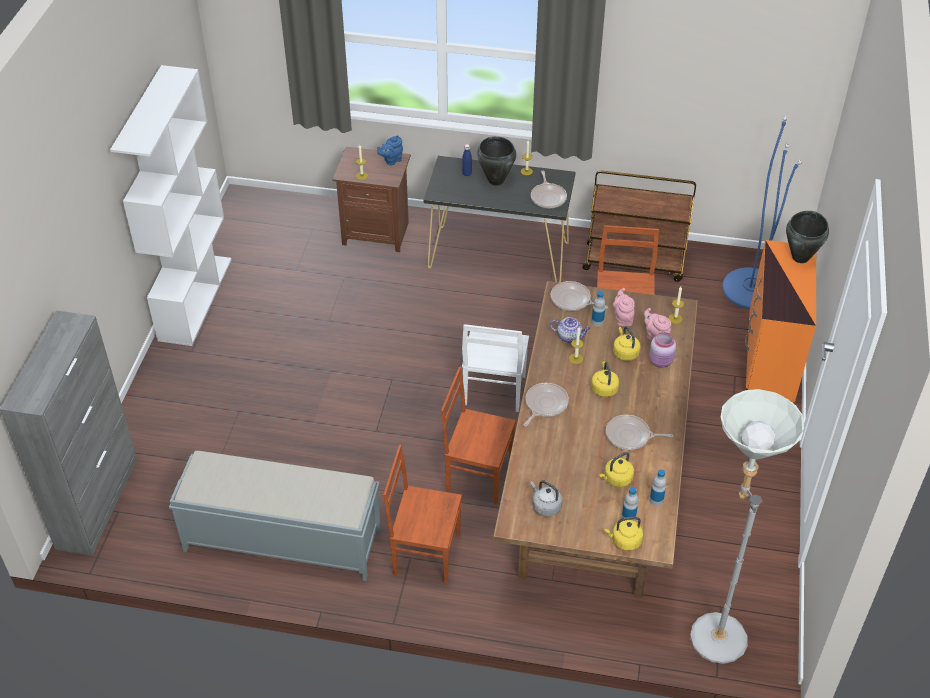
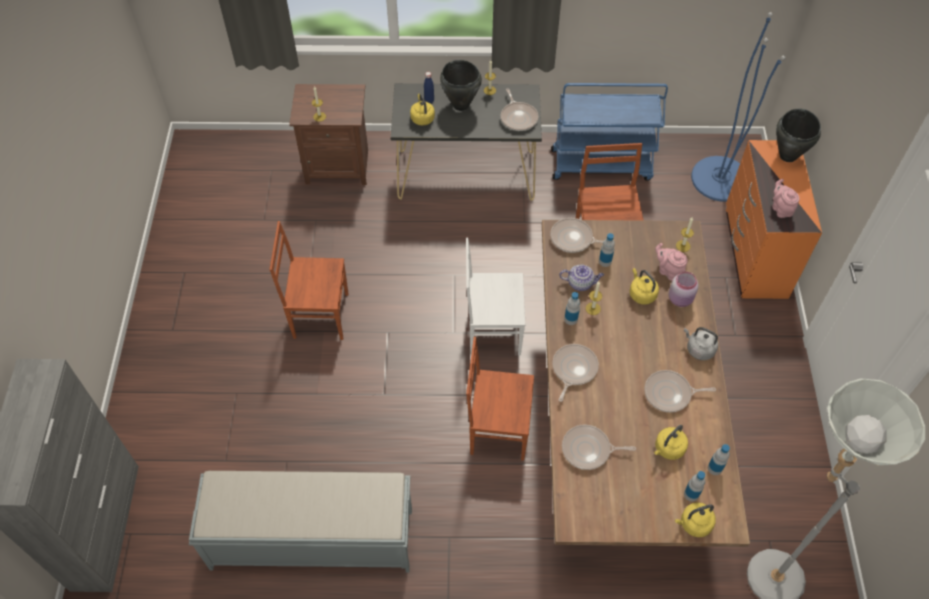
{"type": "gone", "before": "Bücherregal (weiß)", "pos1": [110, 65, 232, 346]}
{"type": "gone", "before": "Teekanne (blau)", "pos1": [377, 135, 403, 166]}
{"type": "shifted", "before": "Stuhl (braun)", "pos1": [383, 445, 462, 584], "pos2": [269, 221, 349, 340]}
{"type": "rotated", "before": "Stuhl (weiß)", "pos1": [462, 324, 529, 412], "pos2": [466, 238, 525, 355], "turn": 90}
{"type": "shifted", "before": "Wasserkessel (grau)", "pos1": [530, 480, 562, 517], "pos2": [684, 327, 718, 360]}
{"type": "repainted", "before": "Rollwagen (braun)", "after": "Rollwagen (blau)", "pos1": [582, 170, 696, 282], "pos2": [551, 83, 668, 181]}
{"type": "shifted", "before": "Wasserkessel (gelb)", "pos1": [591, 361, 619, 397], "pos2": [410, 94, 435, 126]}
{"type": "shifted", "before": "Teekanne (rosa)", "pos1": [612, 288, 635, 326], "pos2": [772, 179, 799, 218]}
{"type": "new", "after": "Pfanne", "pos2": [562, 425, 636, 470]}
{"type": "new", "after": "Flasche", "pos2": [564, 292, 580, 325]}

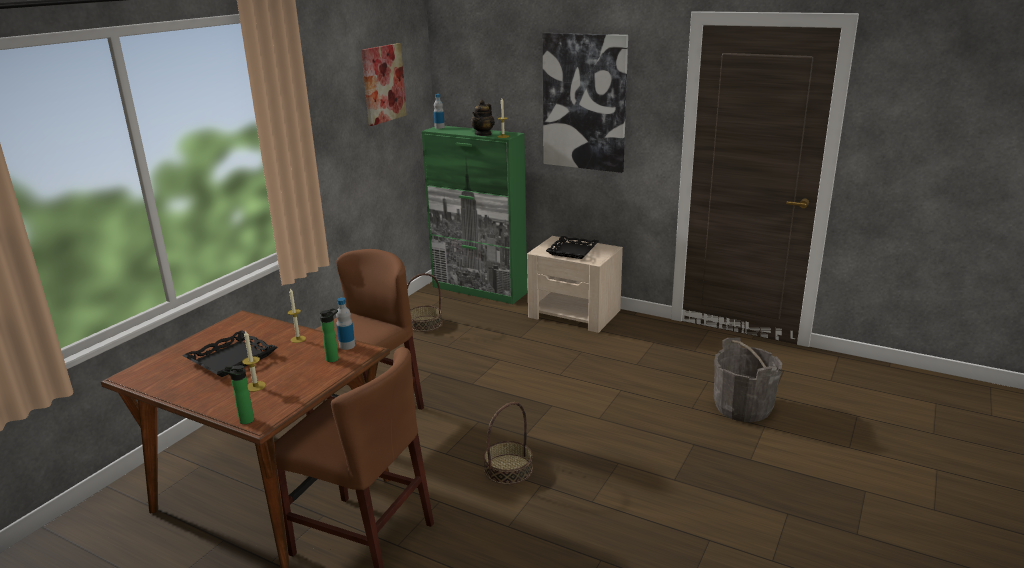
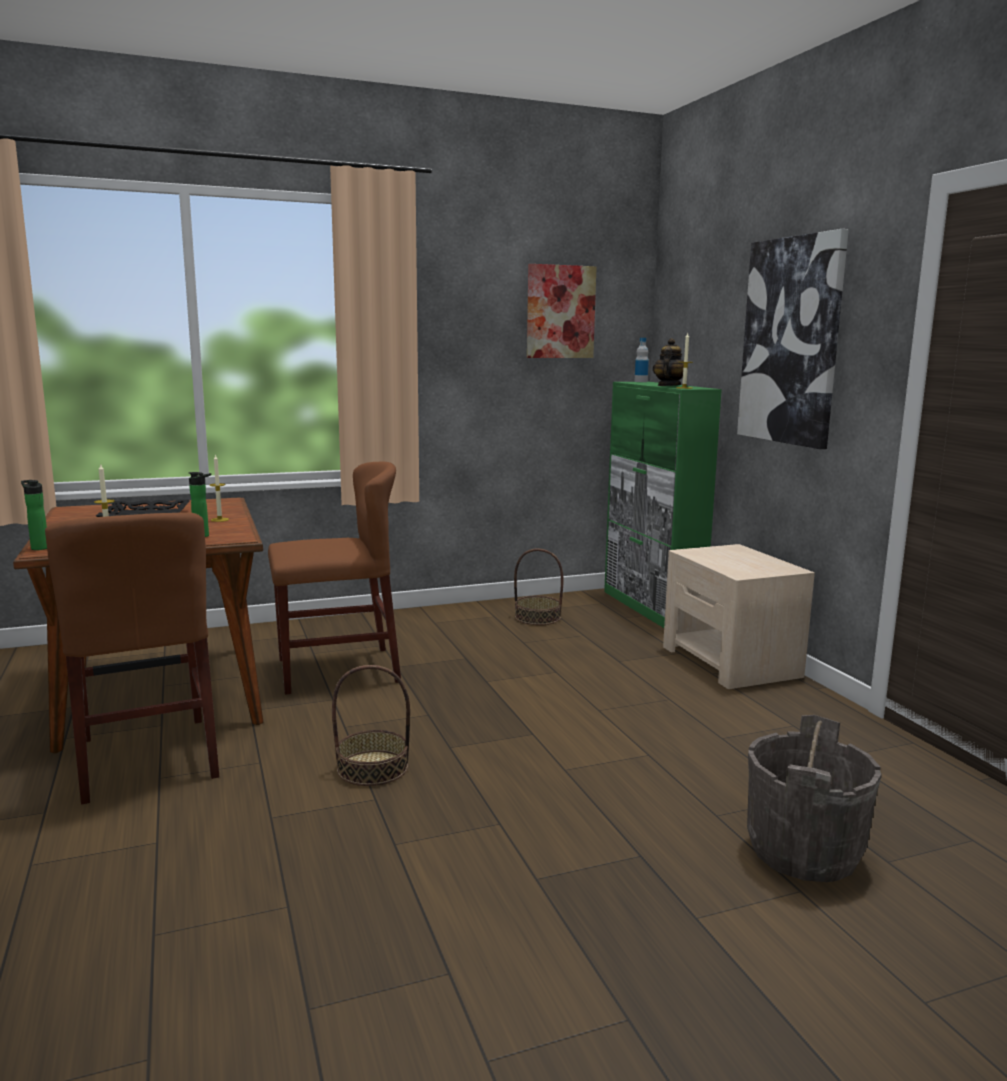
{"type": "gone", "before": "Flasche", "pos1": [336, 297, 355, 350]}
{"type": "rotated", "before": "Teekanne", "pos1": [471, 100, 495, 136], "pos2": [653, 338, 688, 386], "turn": 135}
{"type": "gone", "before": "Tablett (schwarz)", "pos1": [546, 236, 599, 259]}

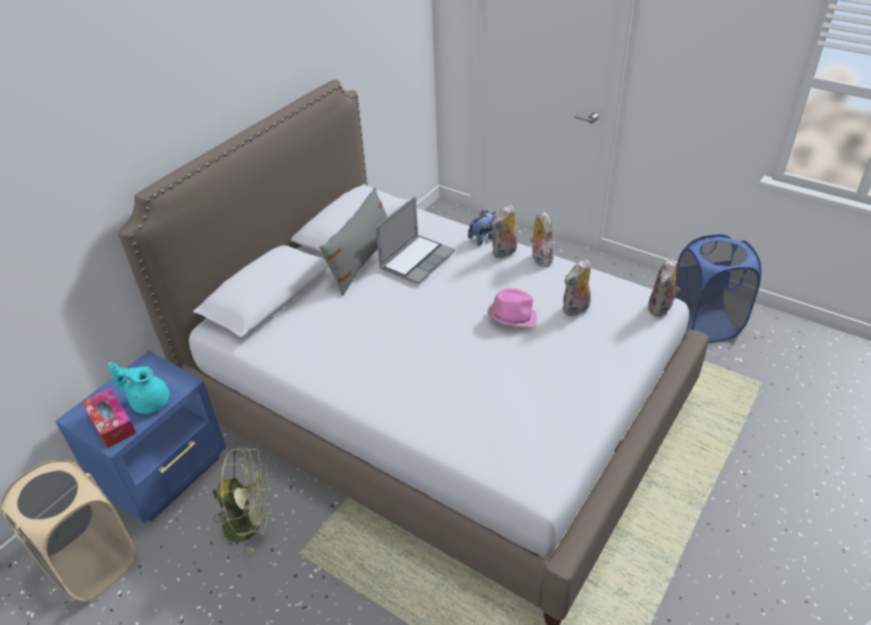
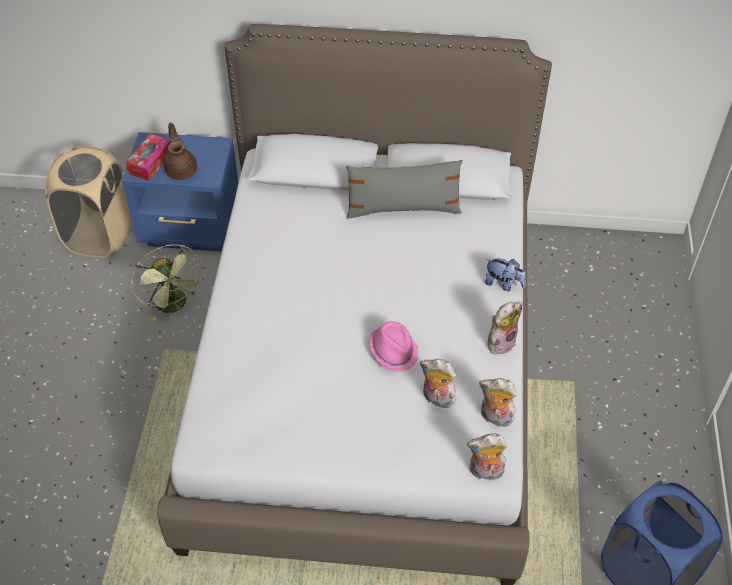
{"type": "repainted", "before": "Teekanne (türkis)", "after": "Teekanne (braun)", "pos1": [108, 362, 169, 414], "pos2": [164, 123, 197, 180]}
{"type": "gone", "before": "Laptop", "pos1": [376, 196, 455, 284]}
{"type": "shifted", "before": "Plüschtier", "pos1": [492, 205, 517, 258], "pos2": [479, 378, 517, 427]}

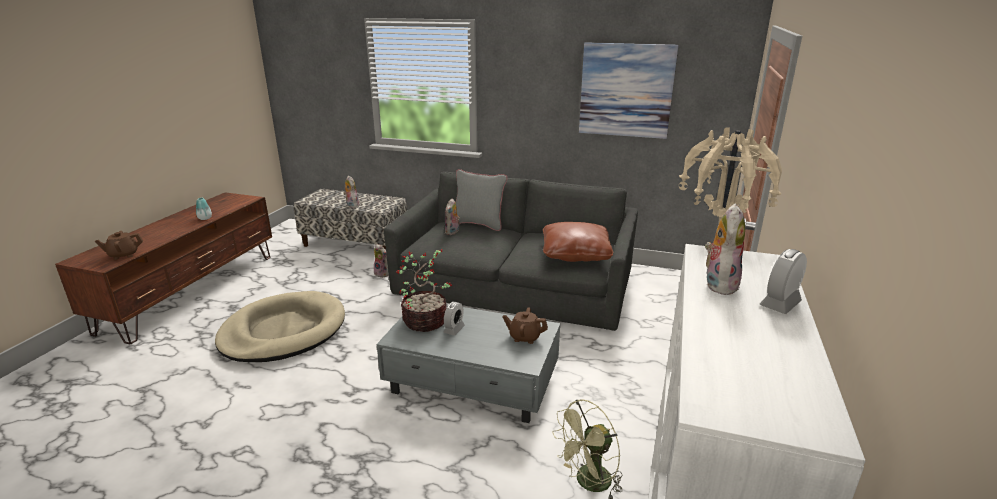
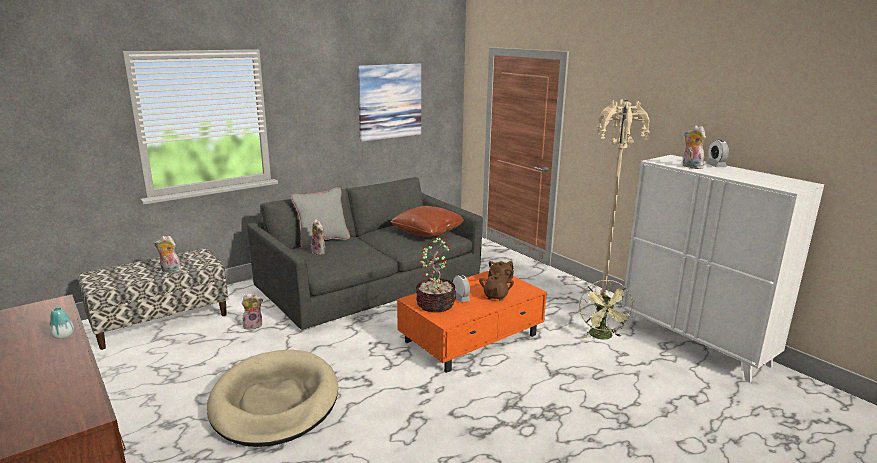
{"type": "shifted", "before": "Teekanne (braun)", "pos1": [95, 231, 143, 260], "pos2": [479, 273, 514, 301]}
{"type": "repainted", "before": "Couchtisch (grau)", "after": "Couchtisch (orange)", "pos1": [377, 304, 560, 423], "pos2": [397, 271, 547, 373]}

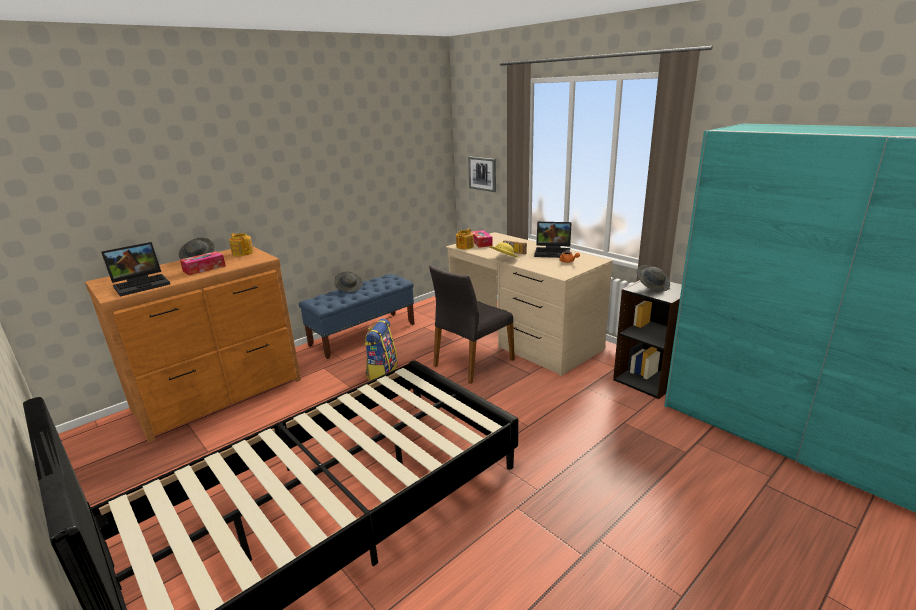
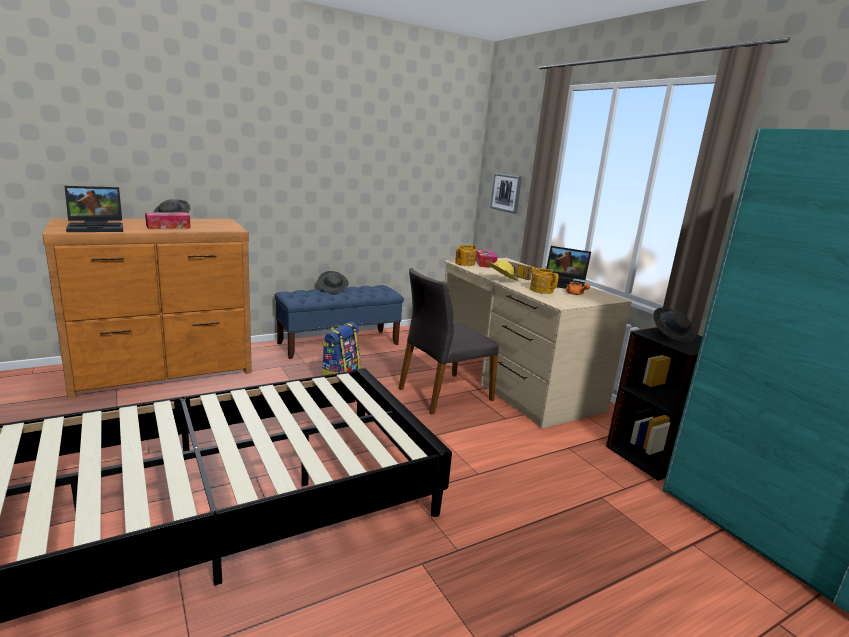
{"type": "shifted", "before": "Teekanne", "pos1": [229, 233, 254, 256], "pos2": [530, 266, 559, 294]}

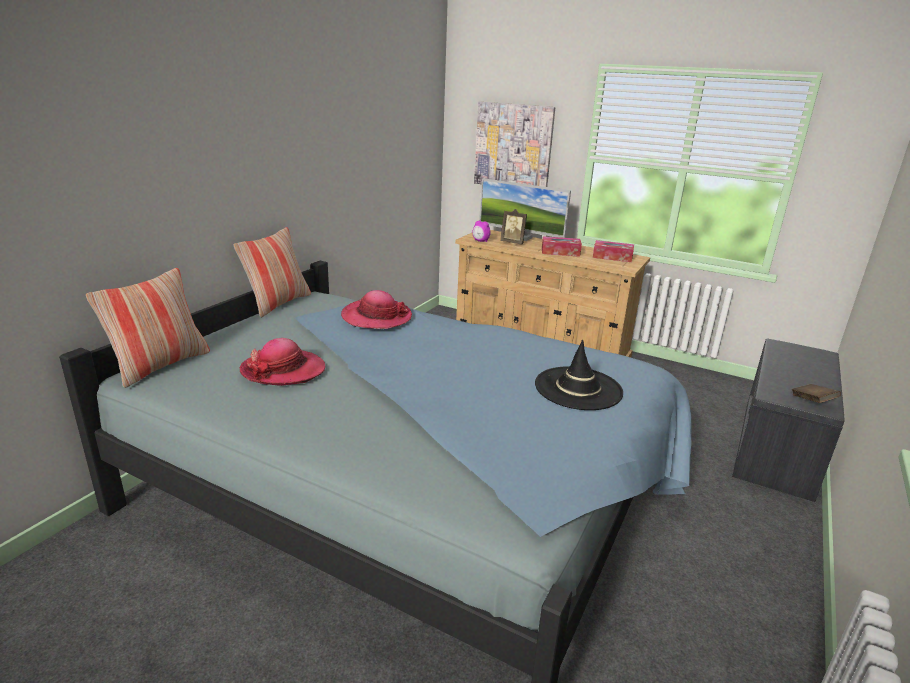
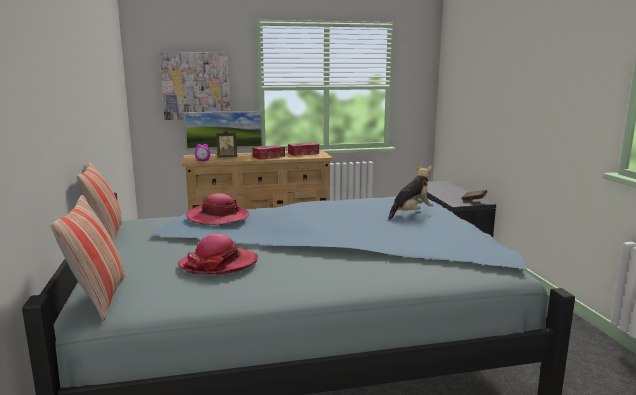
{"type": "swapped", "before": "Hut (schwarz)", "after": "Plüschtier", "pos1": [535, 340, 623, 410], "pos2": [388, 164, 433, 220]}

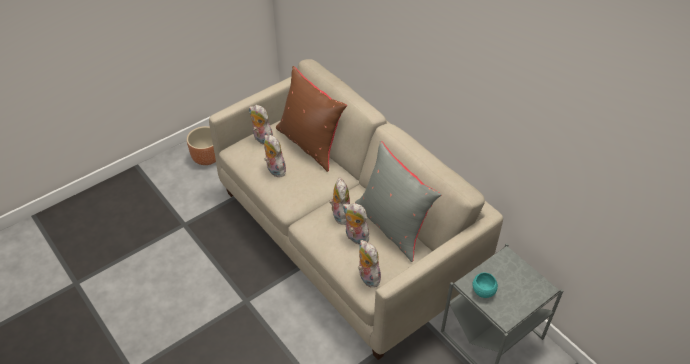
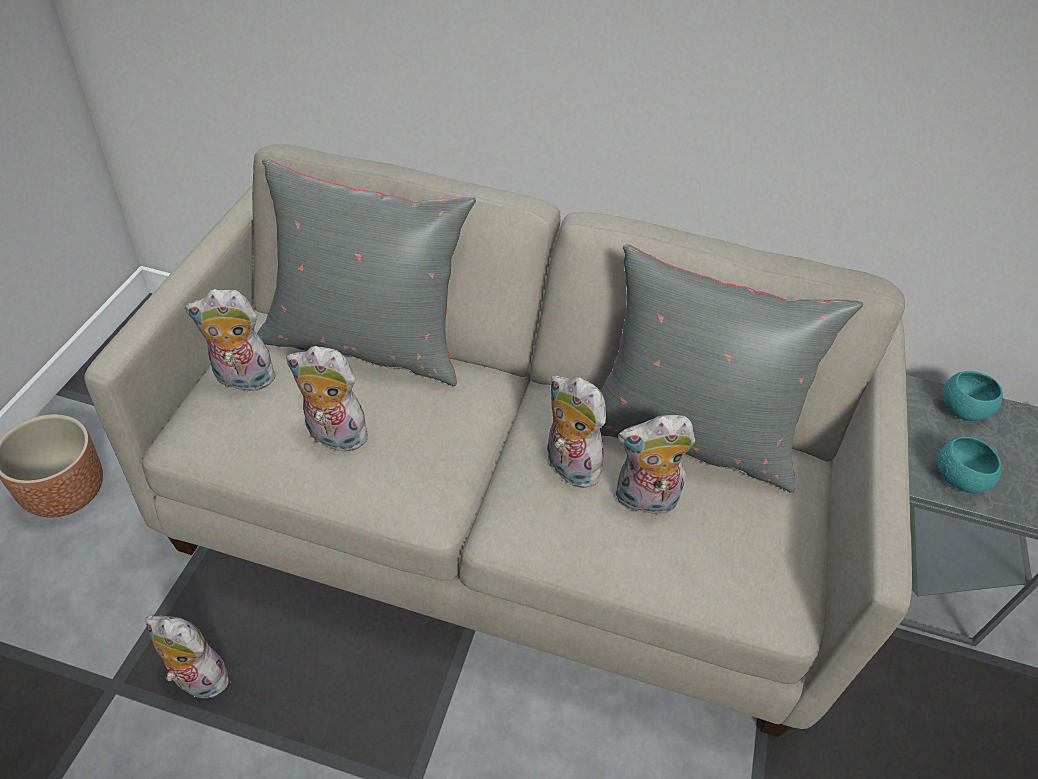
{"type": "repainted", "before": "Kissen (braun)", "after": "Kissen (grau)", "pos1": [276, 66, 347, 172], "pos2": [257, 159, 476, 386]}
{"type": "shifted", "before": "Plüschtier", "pos1": [358, 240, 381, 287], "pos2": [145, 615, 236, 701]}
{"type": "new", "after": "Schüssel (türkis)", "pos2": [943, 371, 1003, 421]}

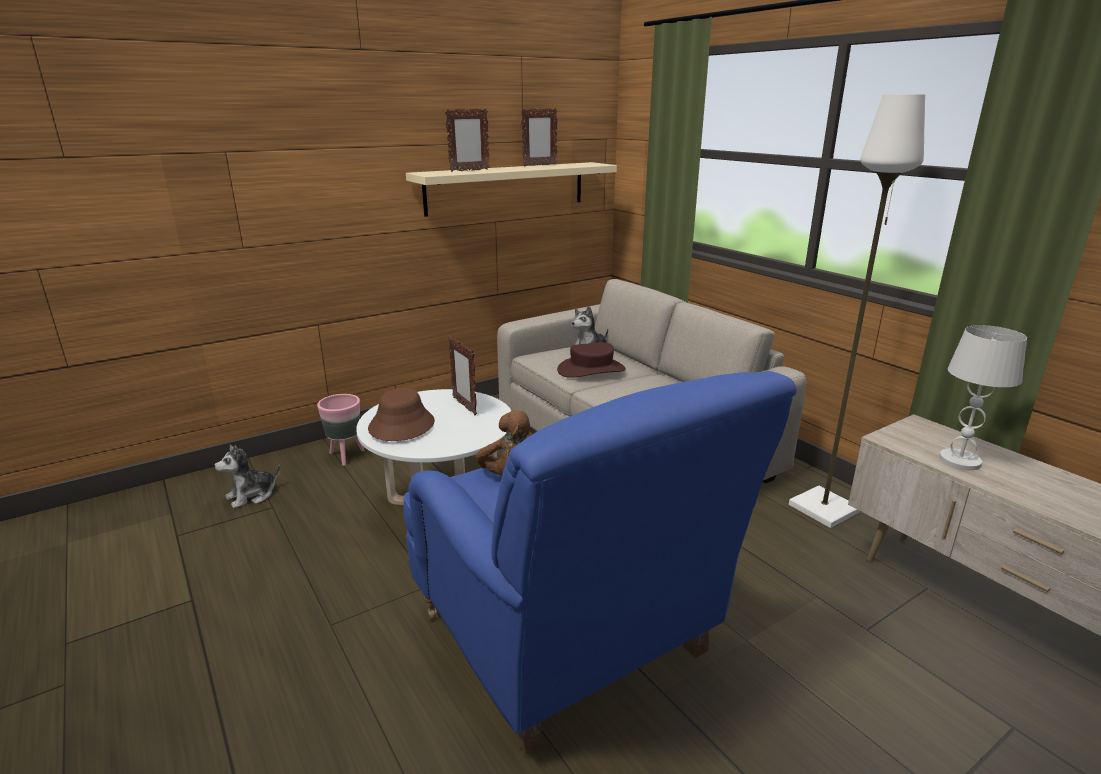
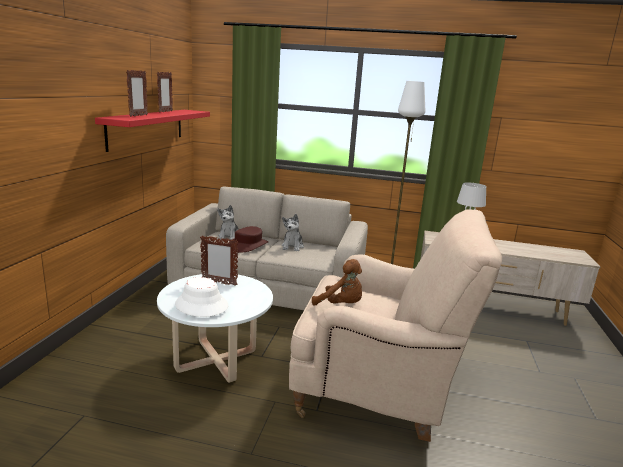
{"type": "shifted", "before": "Plüschtier", "pos1": [214, 445, 280, 509], "pos2": [282, 214, 304, 251]}
{"type": "gone", "before": "Pflanzkübel (rosa)", "pos1": [317, 394, 365, 466]}
{"type": "repainted", "before": "Hut (braun)", "after": "Hut (weiß)", "pos1": [368, 388, 435, 441], "pos2": [175, 277, 228, 317]}
{"type": "repainted", "before": "Sessel (blau)", "after": "Sessel (beige)", "pos1": [404, 371, 797, 754], "pos2": [289, 209, 502, 442]}
{"type": "repainted", "before": "Wandregal (beige)", "after": "Wandregal (rot)", "pos1": [406, 162, 617, 217], "pos2": [95, 110, 210, 152]}

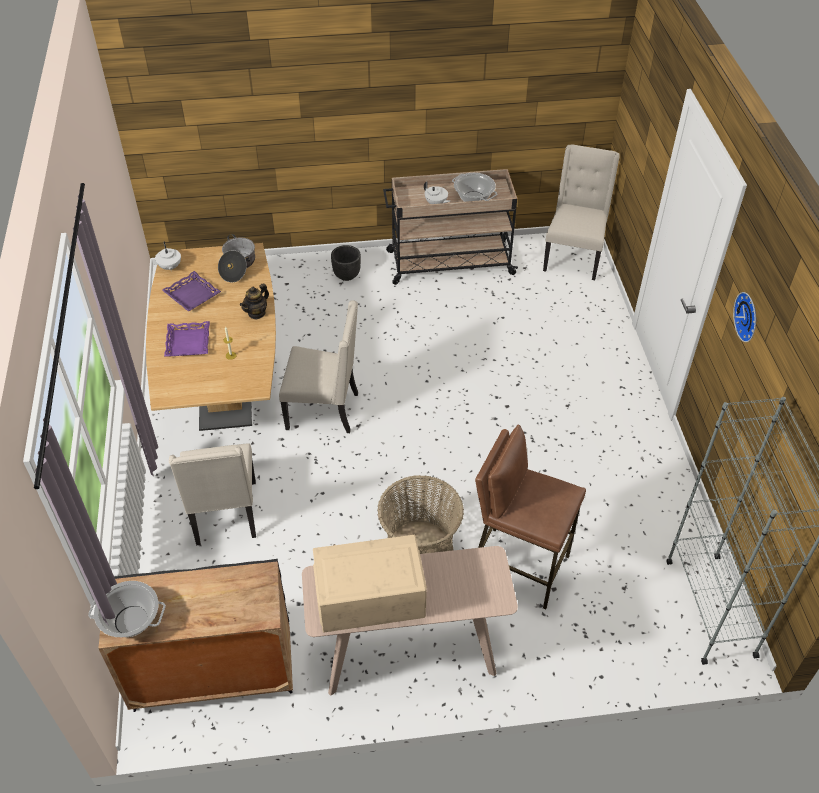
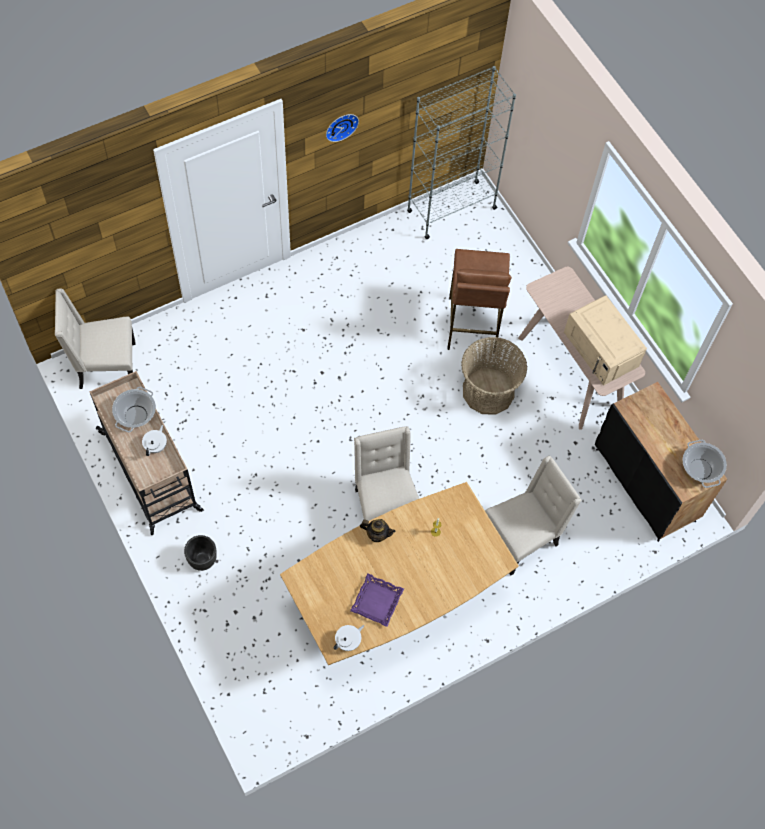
{"type": "gone", "before": "Tablett (lila)", "pos1": [164, 321, 210, 356]}
{"type": "gone", "before": "Kochtopf", "pos1": [218, 234, 255, 282]}

